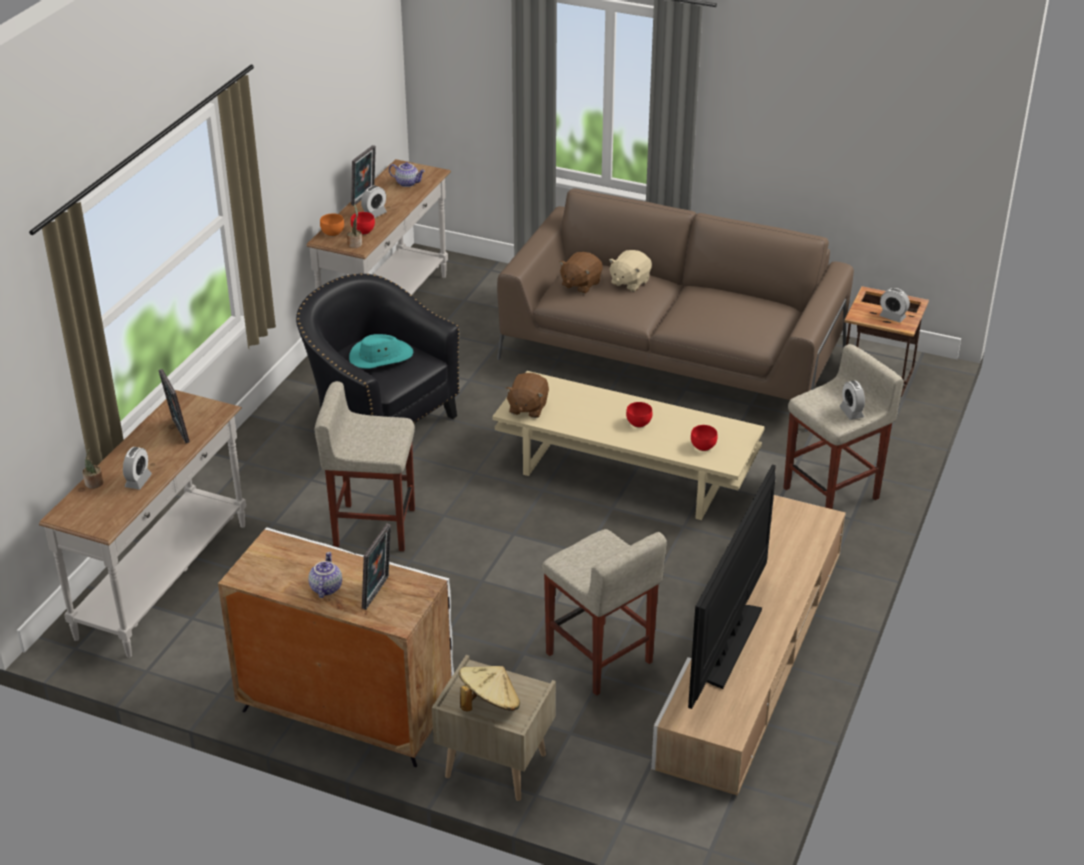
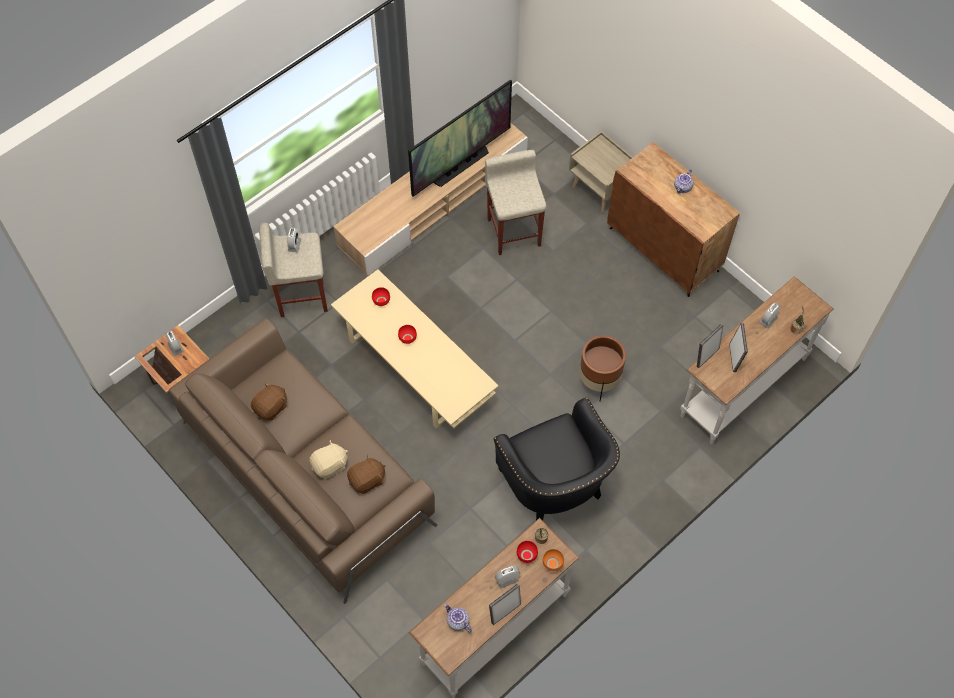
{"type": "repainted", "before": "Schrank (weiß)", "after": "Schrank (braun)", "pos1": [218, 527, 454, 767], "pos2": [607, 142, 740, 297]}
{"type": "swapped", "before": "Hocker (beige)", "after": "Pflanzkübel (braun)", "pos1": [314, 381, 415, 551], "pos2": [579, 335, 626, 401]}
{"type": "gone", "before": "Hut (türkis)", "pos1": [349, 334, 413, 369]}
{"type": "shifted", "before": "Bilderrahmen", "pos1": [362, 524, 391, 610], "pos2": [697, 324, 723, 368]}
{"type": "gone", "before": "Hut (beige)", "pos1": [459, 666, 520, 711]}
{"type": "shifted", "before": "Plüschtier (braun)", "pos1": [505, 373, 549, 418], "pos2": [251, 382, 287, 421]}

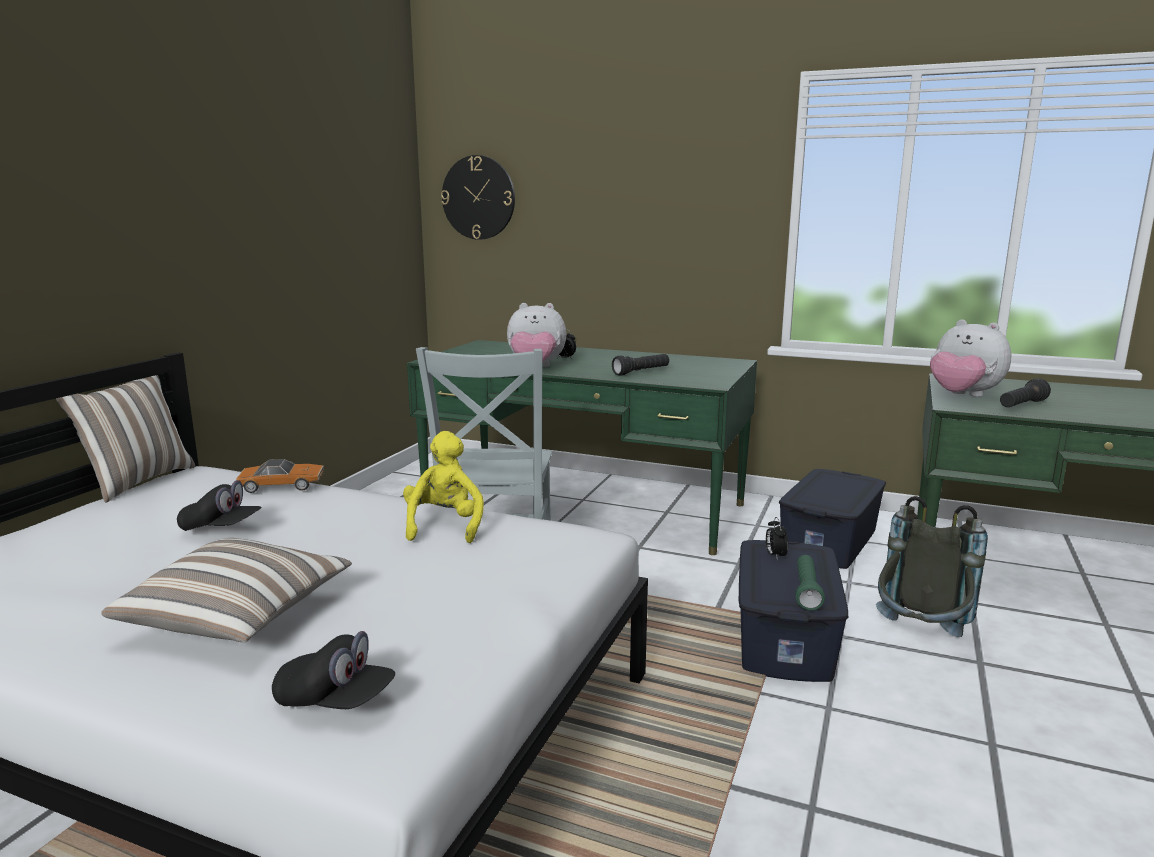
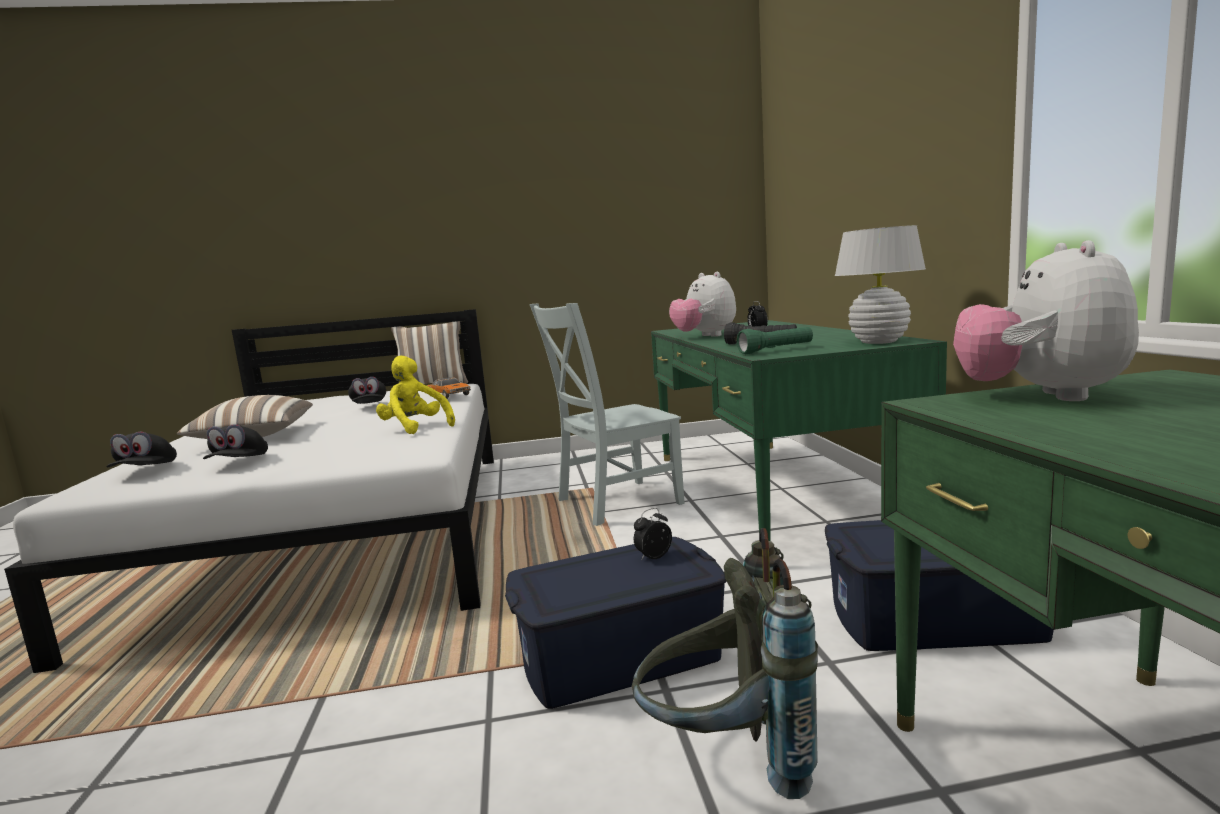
{"type": "rotated", "before": "Plüschtier (gelb)", "pos1": [403, 431, 484, 543], "pos2": [376, 355, 455, 434], "turn": -105}
{"type": "gone", "before": "Wanduhr", "pos1": [441, 155, 515, 240]}
{"type": "shifted", "before": "Taschenlampe (grün)", "pos1": [795, 555, 825, 610], "pos2": [737, 327, 813, 354]}
{"type": "gone", "before": "Taschenlampe (schwarz)", "pos1": [1000, 378, 1051, 407]}
{"type": "new", "after": "Kappe (schwarz)", "pos2": [203, 424, 268, 459]}
{"type": "new", "after": "Tischlampe (weiß)", "pos2": [835, 225, 926, 344]}

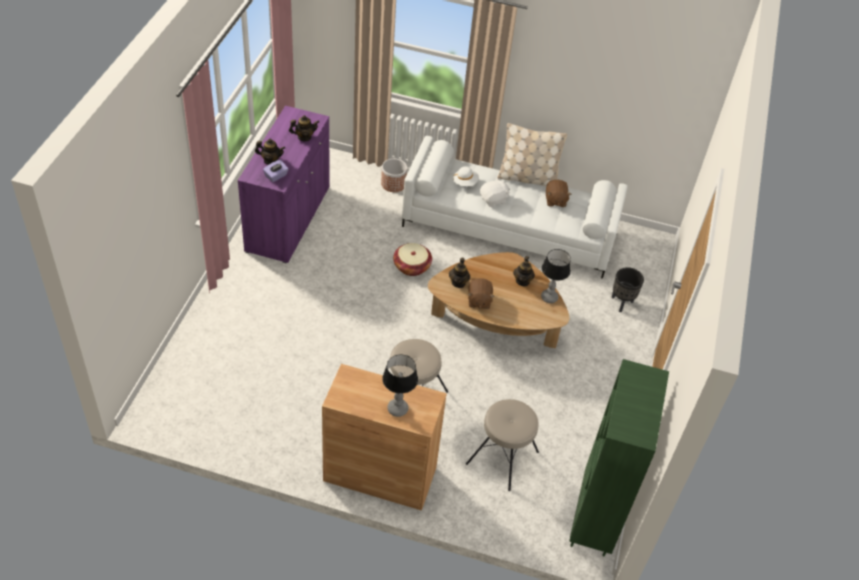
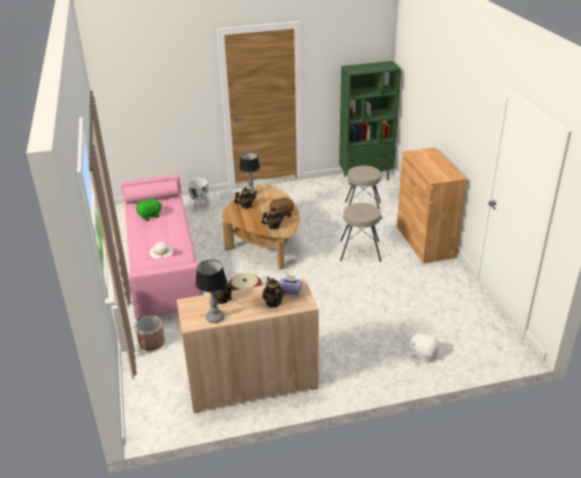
{"type": "repainted", "before": "Schrank (lila)", "after": "Schrank (beige)", "pos1": [238, 106, 330, 263], "pos2": [177, 279, 319, 413]}
{"type": "shifted", "before": "Tischlampe", "pos1": [382, 354, 418, 417], "pos2": [195, 260, 227, 323]}
{"type": "repainted", "before": "Sofa (weiß)", "after": "Sofa (rosa)", "pos1": [402, 136, 628, 279], "pos2": [121, 174, 203, 320]}
{"type": "shifted", "before": "Plüschtier (weiß)", "pos1": [480, 178, 510, 208], "pos2": [409, 331, 440, 362]}
{"type": "gone", "before": "Kissen (beige)", "pos1": [497, 123, 567, 186]}
{"type": "repainted", "before": "Plüschtier (braun)", "after": "Plüschtier (grün)", "pos1": [546, 180, 572, 207], "pos2": [136, 198, 162, 221]}
{"type": "repainted", "before": "Pflanzkübel (schwarz)", "after": "Pflanzkübel (weiß)", "pos1": [612, 267, 644, 312], "pos2": [188, 178, 209, 211]}

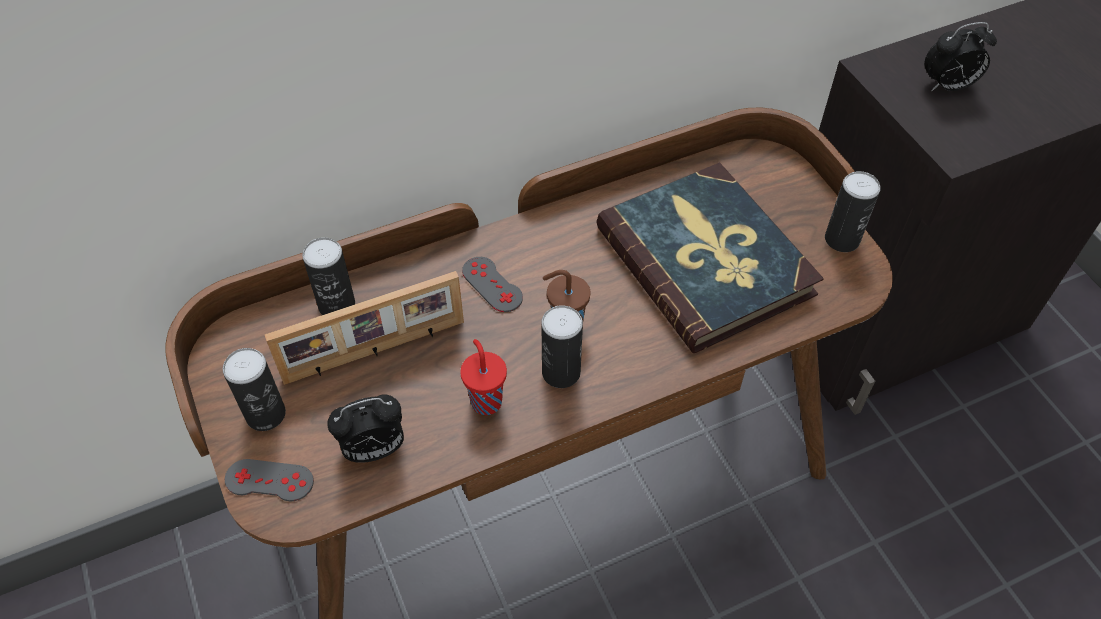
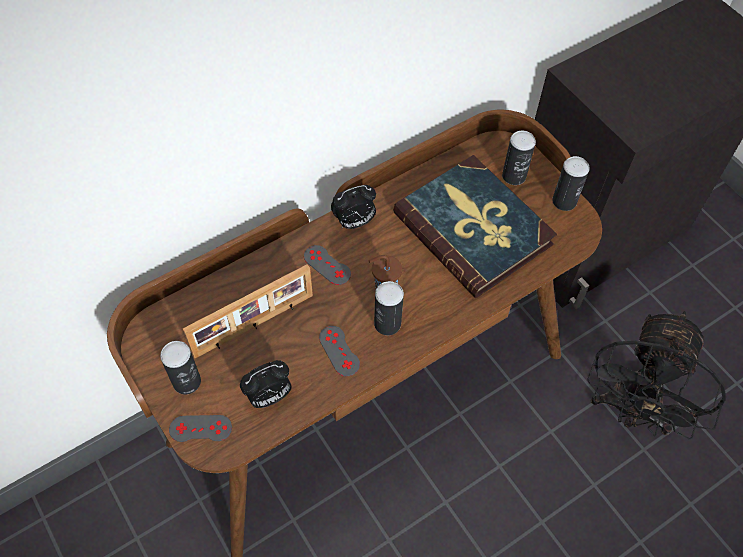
{"type": "shifted", "before": "Dose", "pos1": [302, 237, 355, 315], "pos2": [502, 131, 536, 185]}
{"type": "swapped", "before": "Tasse (rot)", "after": "Gamepad (grau)", "pos1": [460, 339, 507, 415], "pos2": [319, 326, 360, 376]}
{"type": "shifted", "before": "Wecker", "pos1": [924, 22, 997, 91], "pos2": [331, 185, 376, 229]}
{"type": "new", "after": "Ventilator (schwarz)", "pos2": [587, 311, 726, 440]}

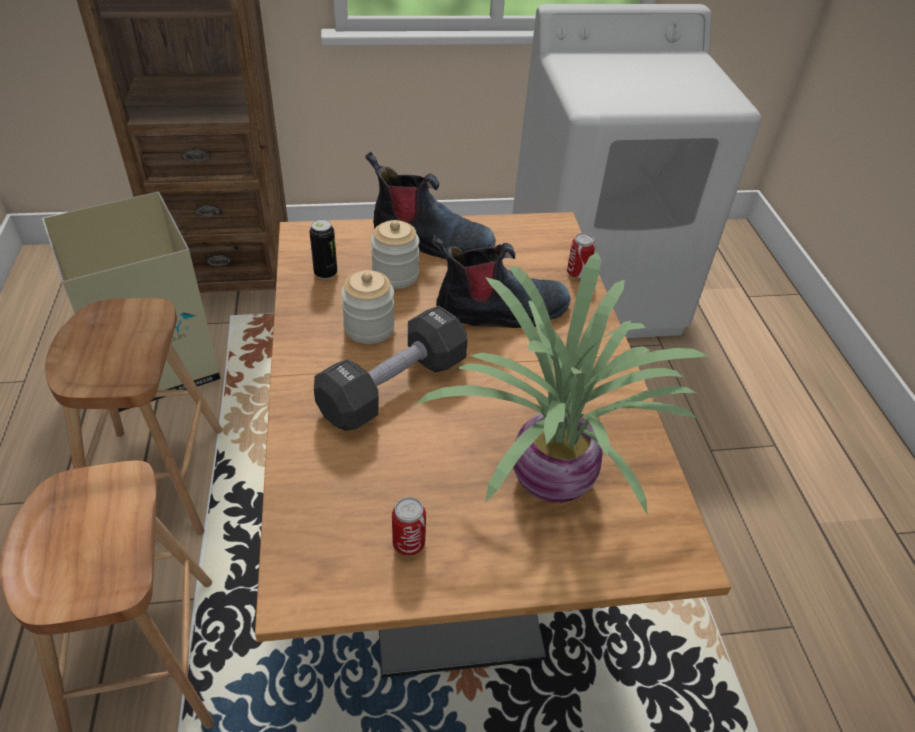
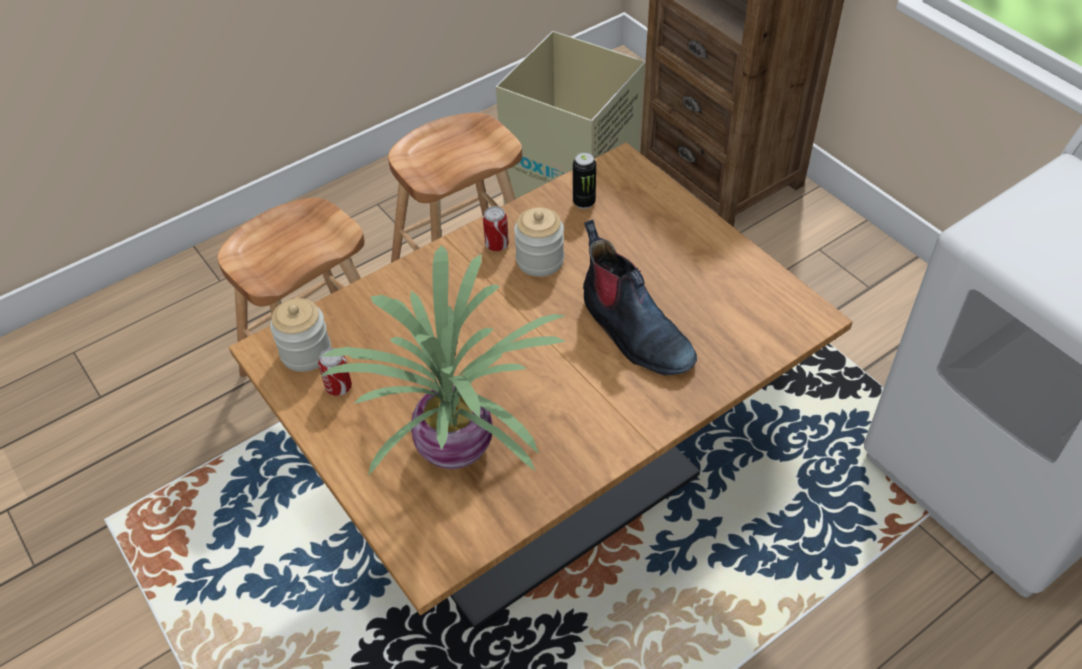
{"type": "gone", "before": "Hantel (schwarz)", "pos1": [314, 306, 468, 431]}
{"type": "gone", "before": "Stiefel", "pos1": [365, 152, 496, 259]}
{"type": "shifted", "before": "Vorratsglas", "pos1": [371, 220, 420, 289], "pos2": [270, 298, 331, 372]}
{"type": "shifted", "before": "Dose", "pos1": [567, 233, 595, 279], "pos2": [483, 206, 509, 251]}

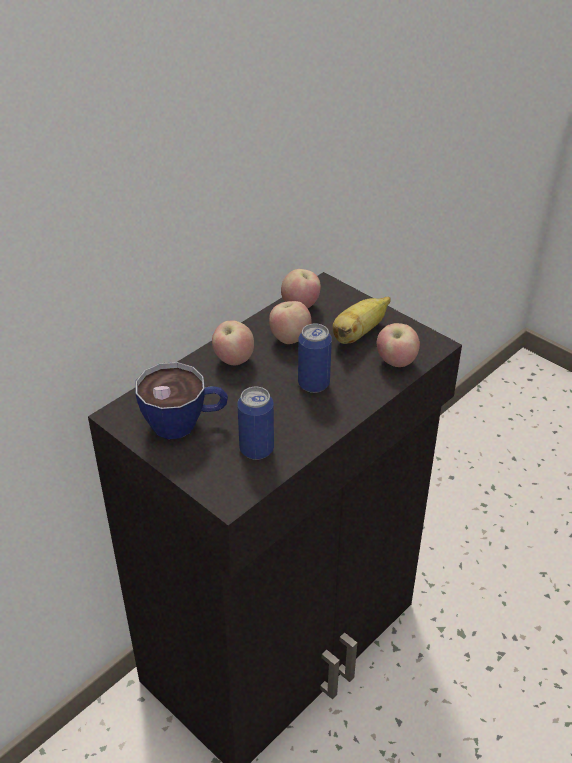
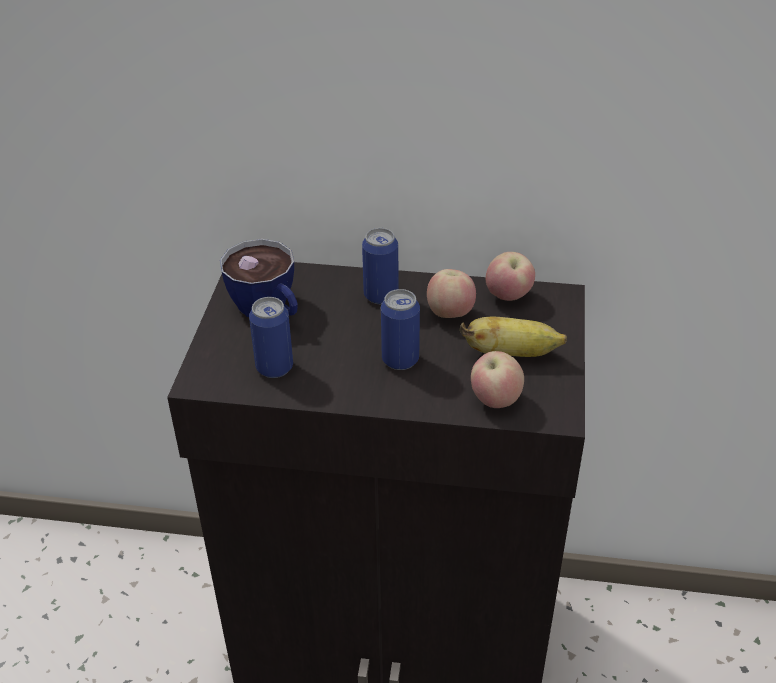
{"type": "swapped", "before": "Apfel", "after": "Dose", "pos1": [212, 320, 254, 365], "pos2": [362, 228, 398, 304]}

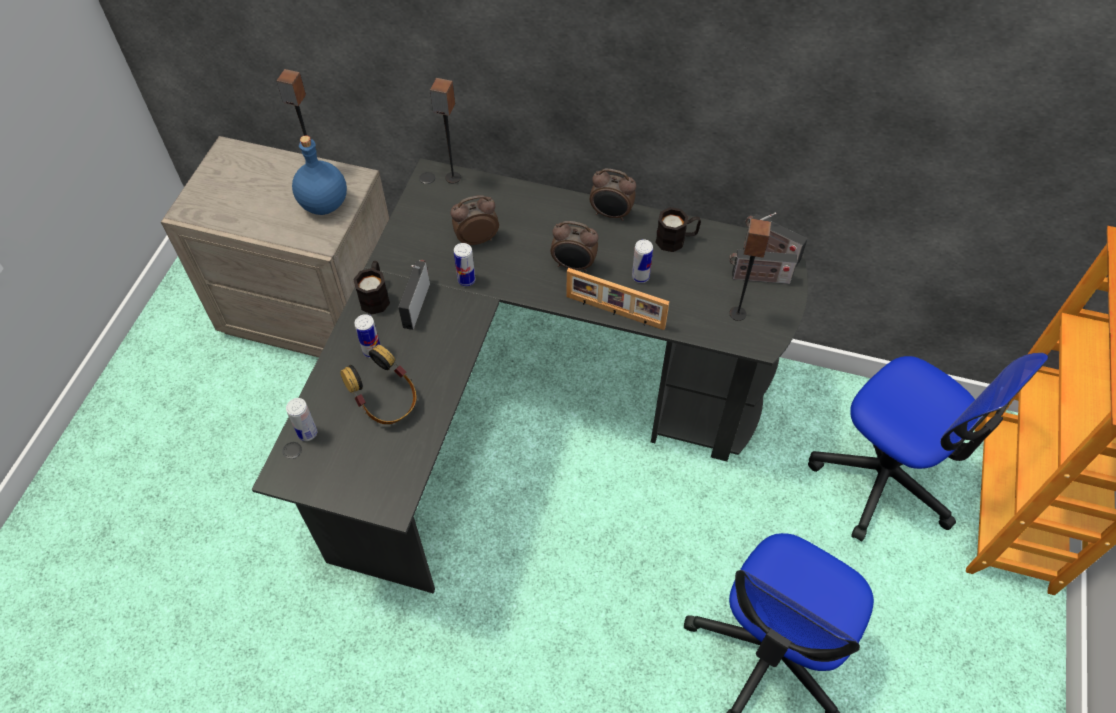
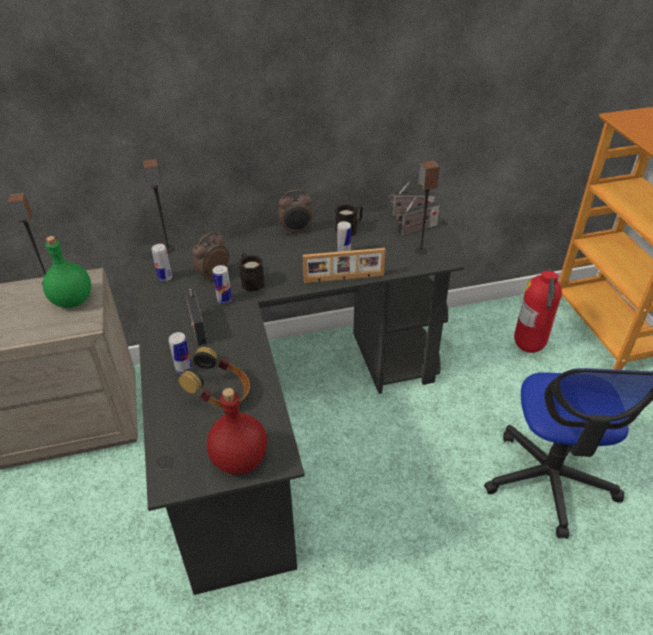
{"type": "shifted", "before": "Dose", "pos1": [286, 398, 317, 441], "pos2": [152, 244, 172, 282]}
{"type": "repainted", "before": "Flasche (blau)", "after": "Flasche (grün)", "pos1": [292, 136, 347, 215], "pos2": [43, 236, 91, 308]}
{"type": "shifted", "before": "Henkelbecher (schwarz)", "pos1": [353, 261, 390, 315], "pos2": [239, 253, 265, 291]}
{"type": "gone", "before": "Wecker", "pos1": [551, 221, 599, 272]}
{"type": "swapped", "before": "Bürostuhl", "after": "Feuerlöscher", "pos1": [808, 353, 1049, 542], "pos2": [514, 268, 562, 353]}
{"type": "new", "after": "Flasche (rot)", "pos2": [207, 388, 267, 474]}

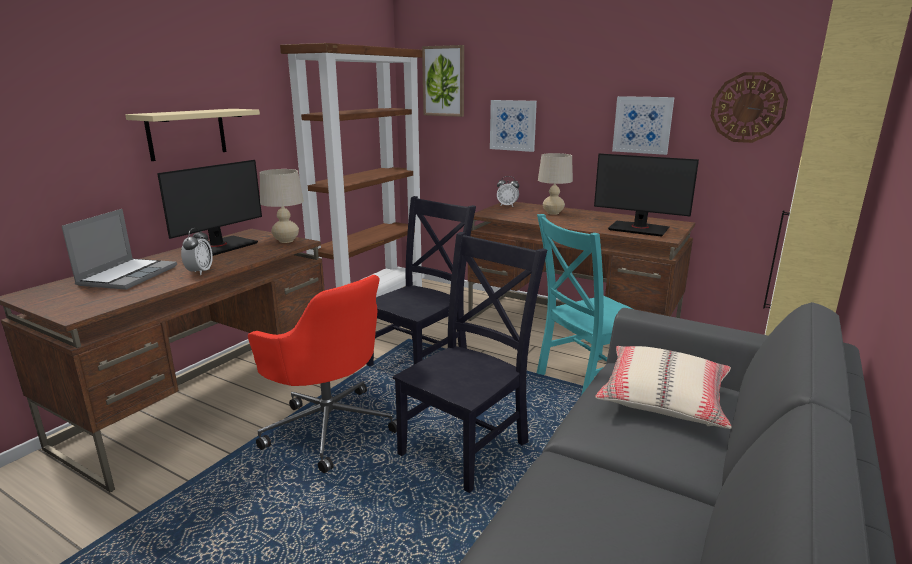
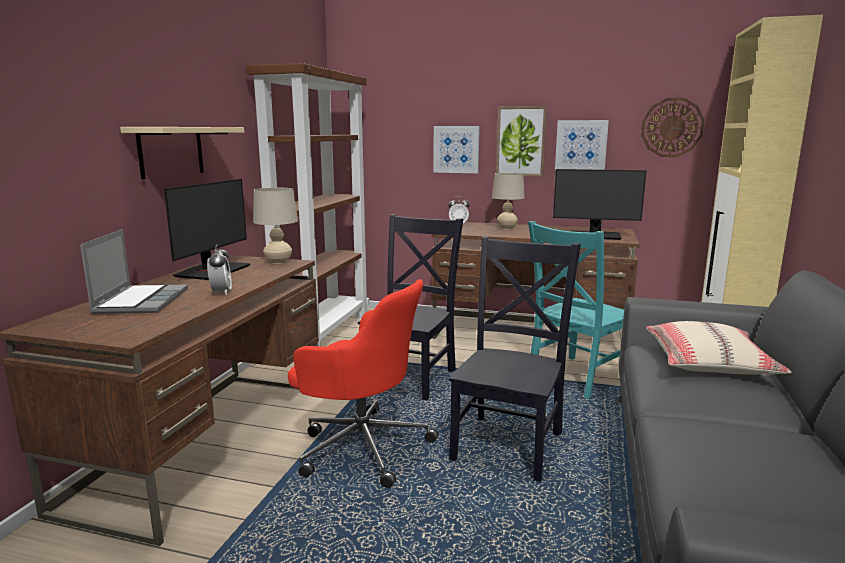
{"type": "shifted", "before": "Bild", "pos1": [422, 45, 464, 117], "pos2": [496, 106, 547, 177]}

